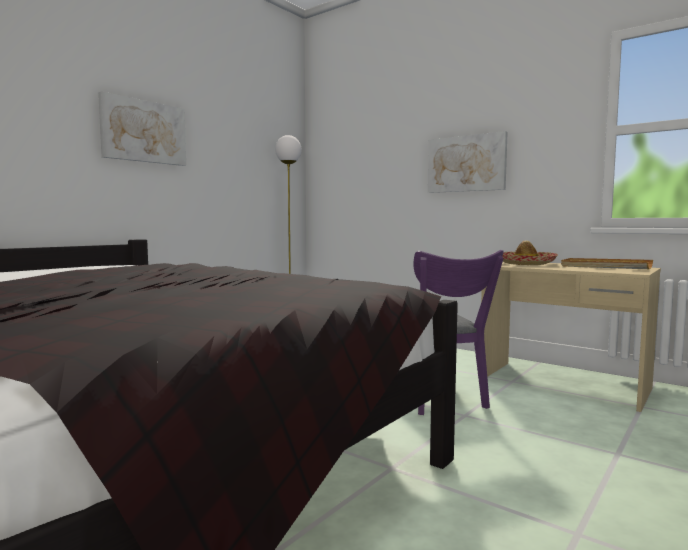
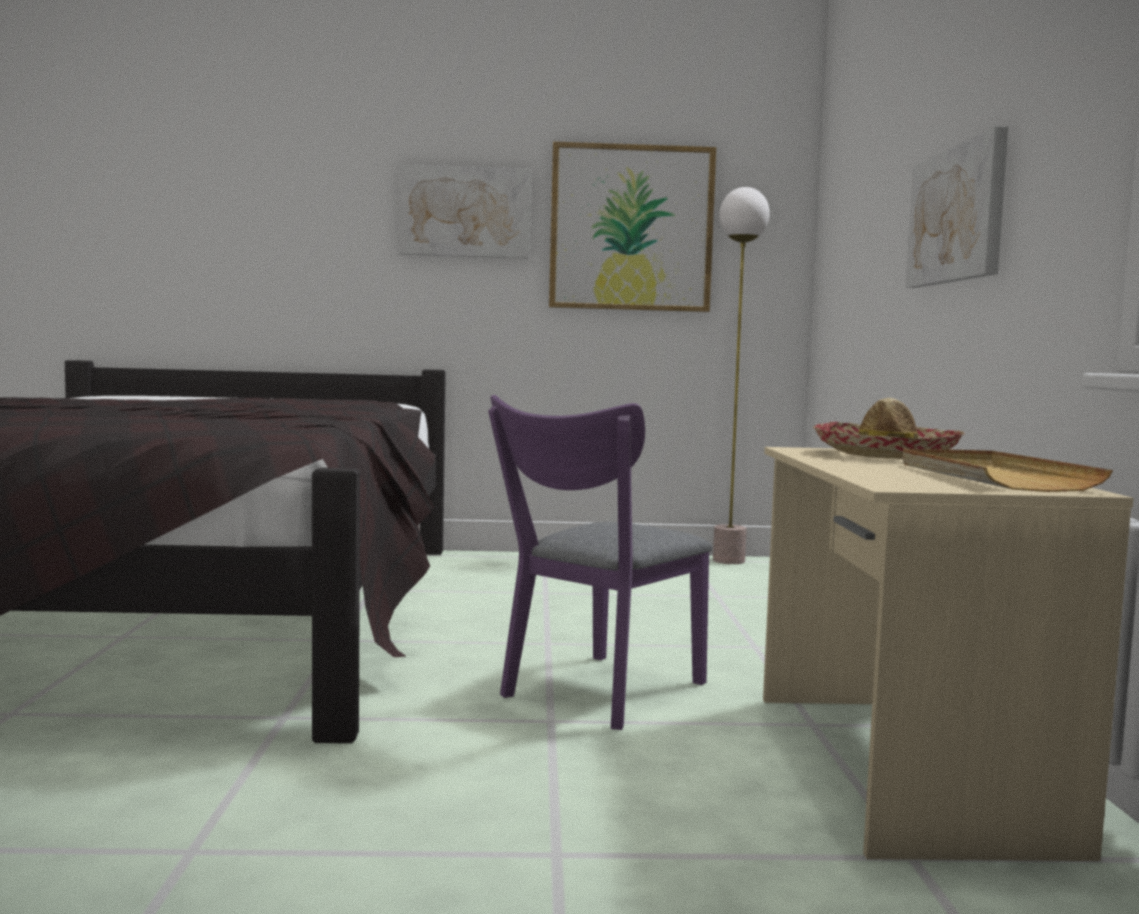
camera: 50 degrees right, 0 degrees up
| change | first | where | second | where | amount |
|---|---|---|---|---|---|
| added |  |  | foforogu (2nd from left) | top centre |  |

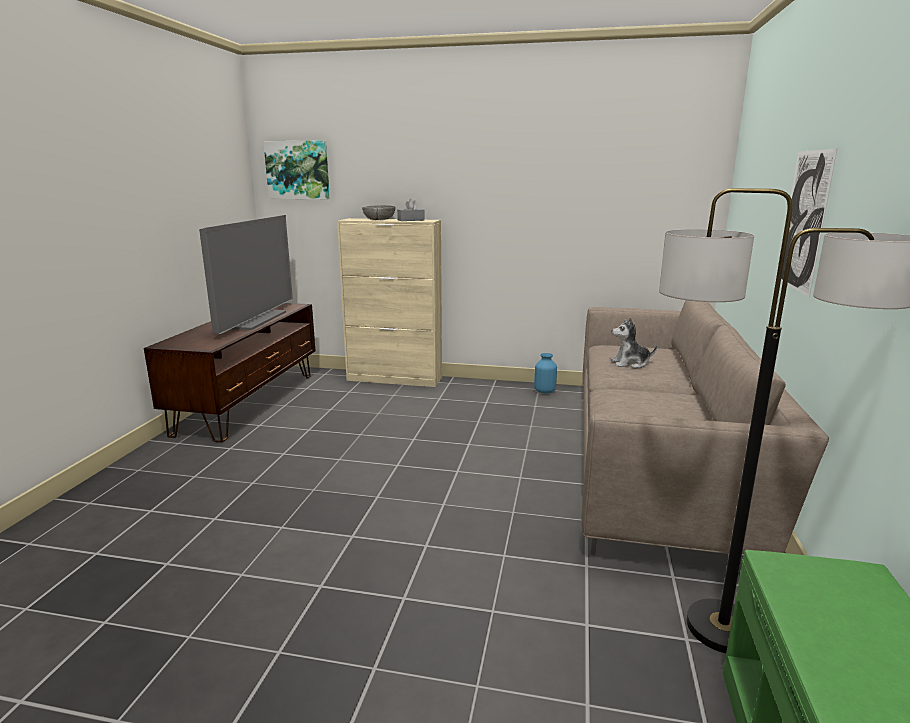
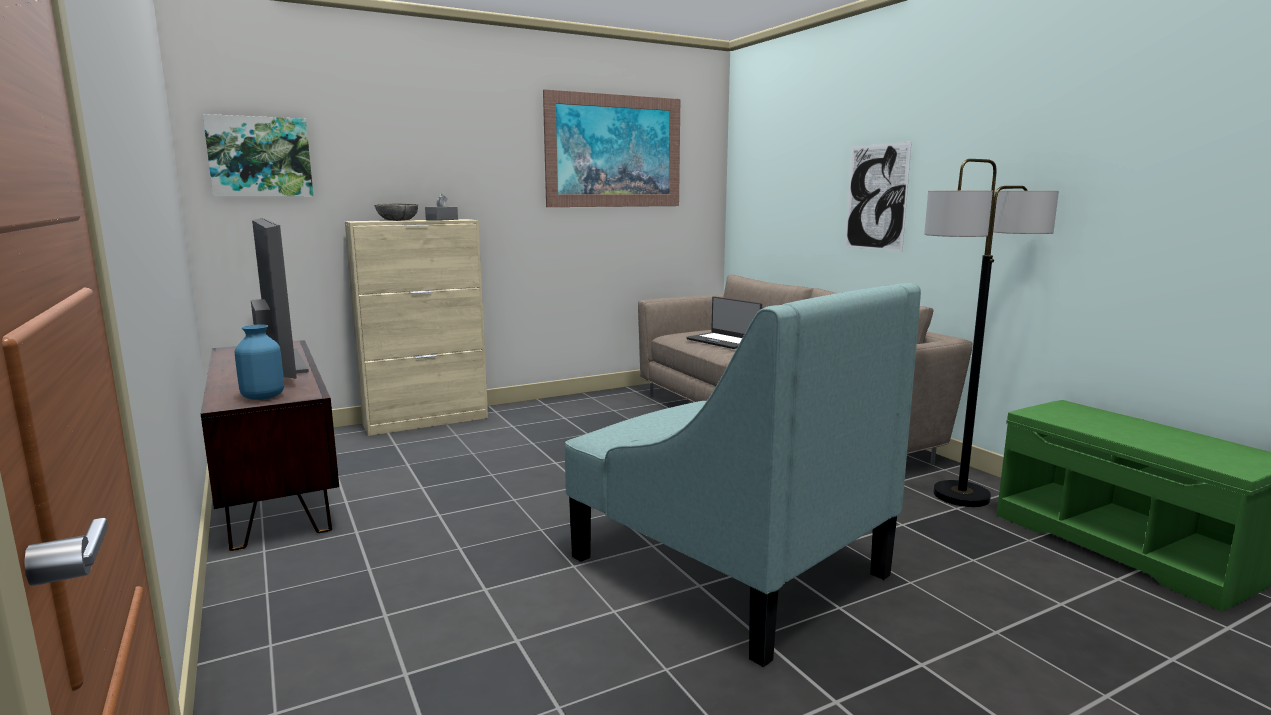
camera: 40 degrees left, 5 degrees down
| change | first | where | second | where | amount |
|---|---|---|---|---|---|
| added |  |  | foforogu (2nd from left) | top centre |  |
| added |  |  | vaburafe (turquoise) | centre |  |
| moved | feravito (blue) | centre |  | middle left |  |
| replaced | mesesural | middle right | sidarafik | centre |  |

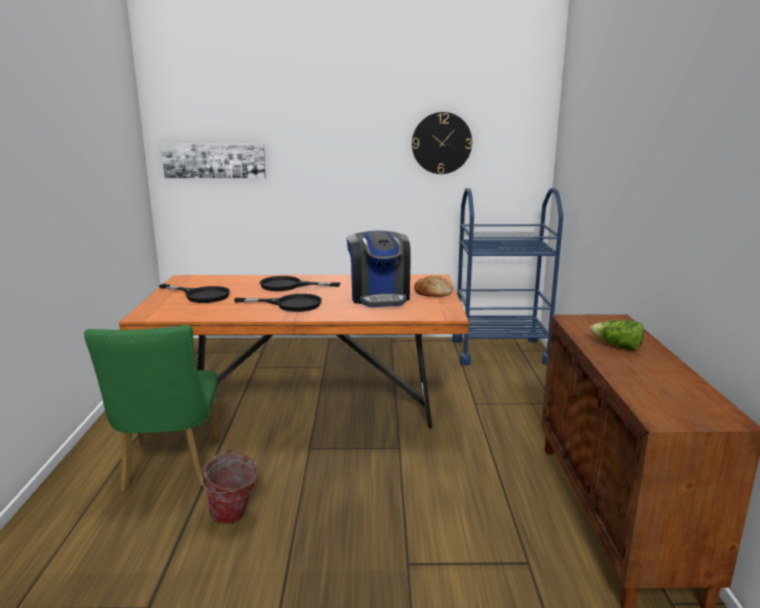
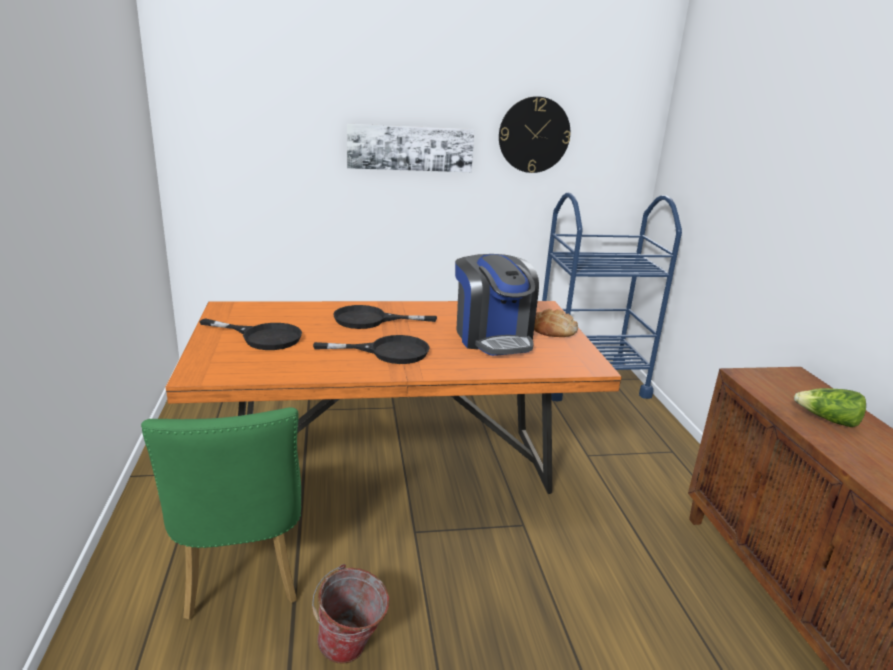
camera: 10 degrees left, 5 degrees up
| change | first | where | second | where | amount |
|---|---|---|---|---|---|
| moved | foforogu | top left |  | top centre |  |

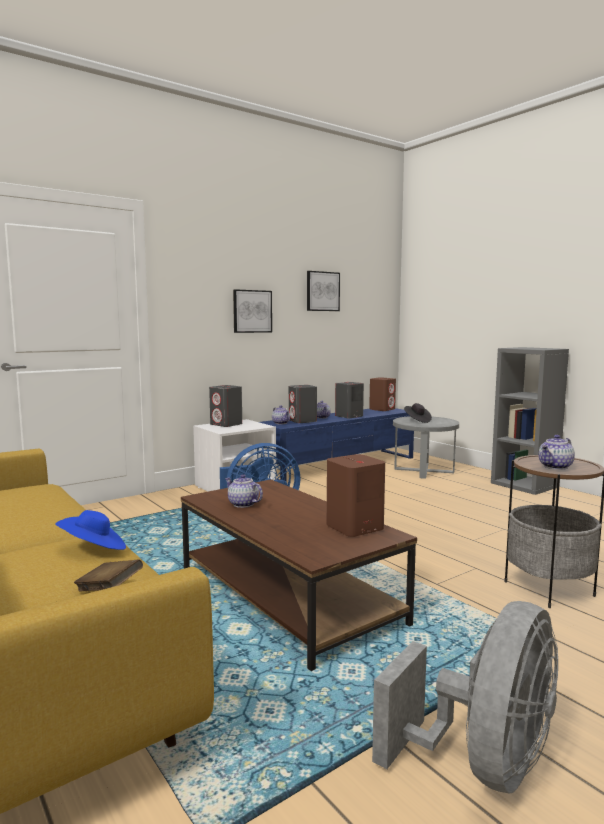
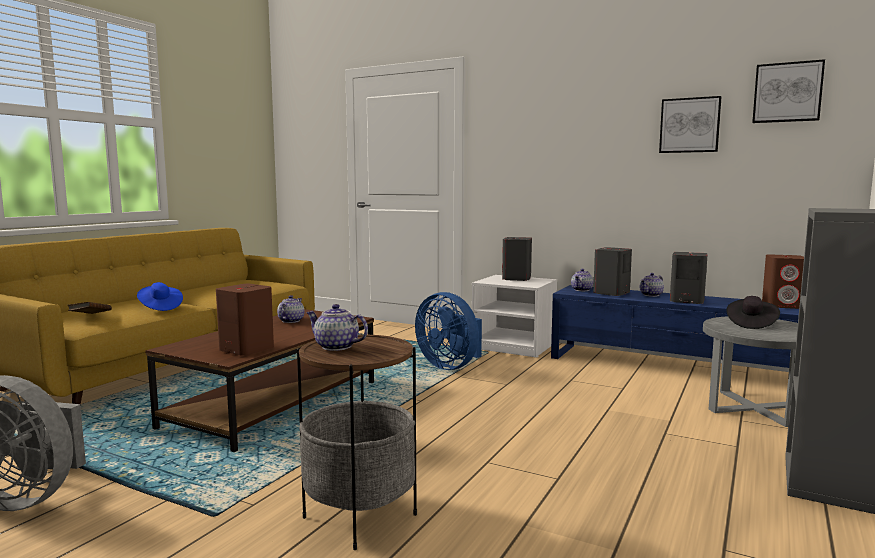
camera: 65 degrees right, 0 degrees up
| change | first | where | second | where | amount |
|---|---|---|---|---|---|
| moved | foforogu (1st from left in the first image) | centre | foforogu (2nd from left) | top right |  |

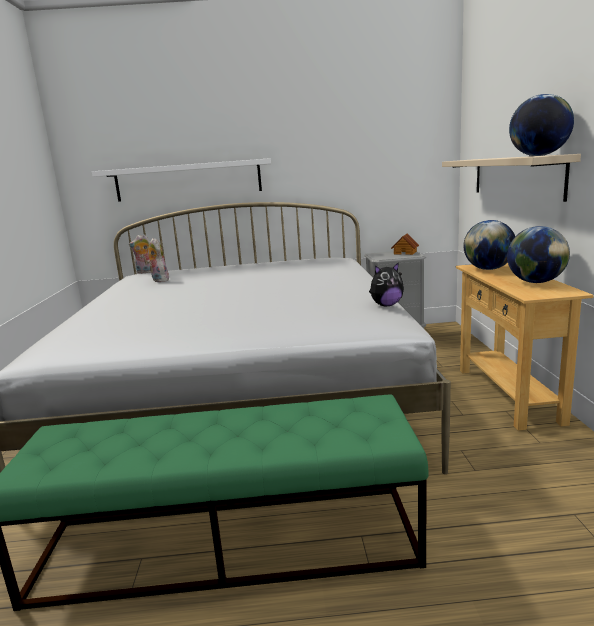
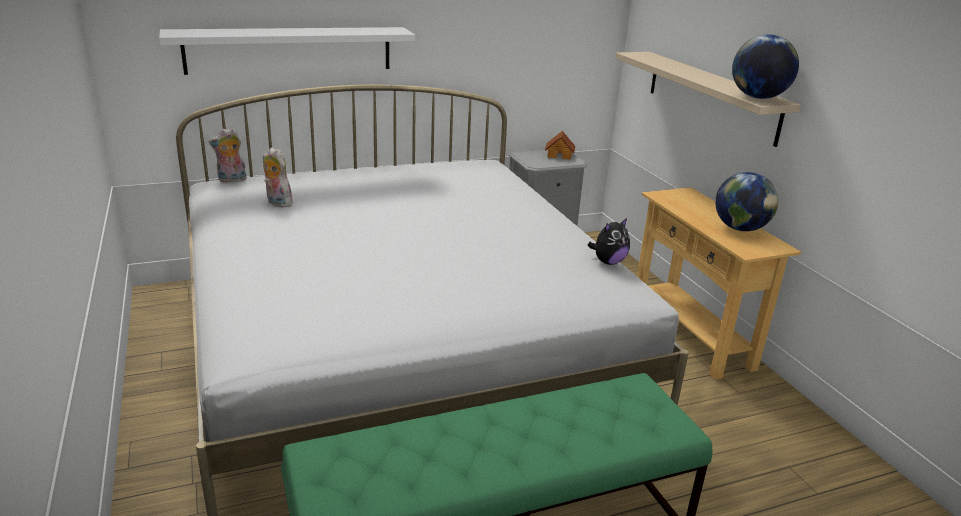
camera: 20 degrees left, 10 degrees up
| change | first | where | second | where | amount |
|---|---|---|---|---|---|
| removed | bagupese (1st from left) | middle right |  |  |  |

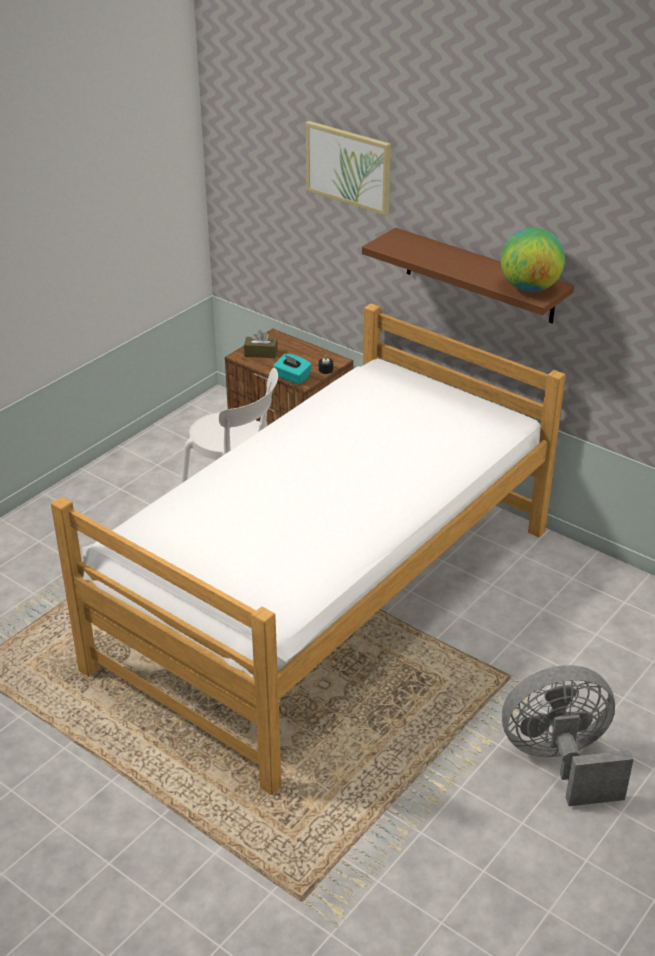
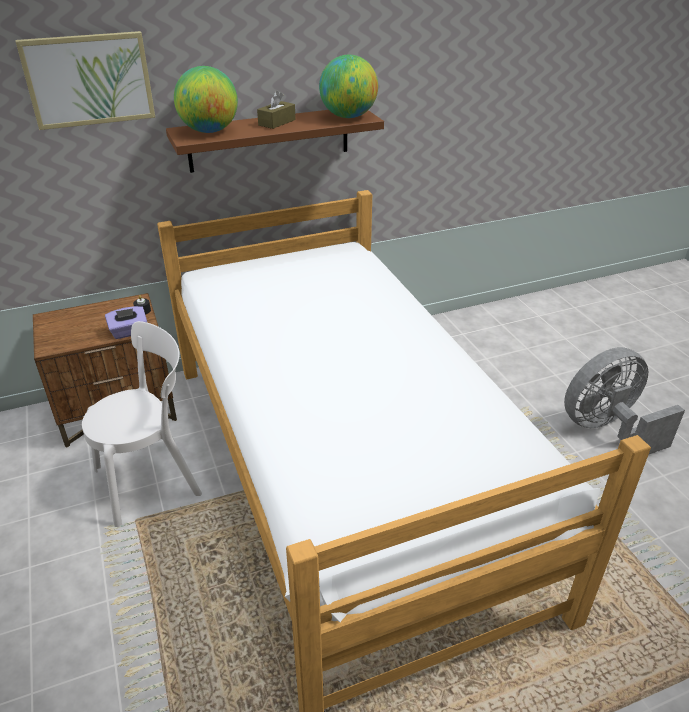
camera: 60 degrees left, 0 degrees up
| change | first | where | second | where | amount |
|---|---|---|---|---|---|
| added |  |  | bagupese (1st from left) | top left |  |
| moved | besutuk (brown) | centre |  | top centre |  |
| recoloured | besutuk (turquoise) | centre | besutuk (purple) | middle left |  |
| turned | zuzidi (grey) | bottom right |  | middle right | 45 degrees clockwise |

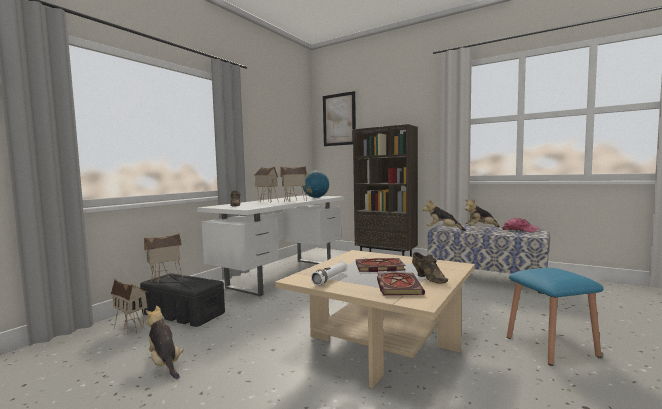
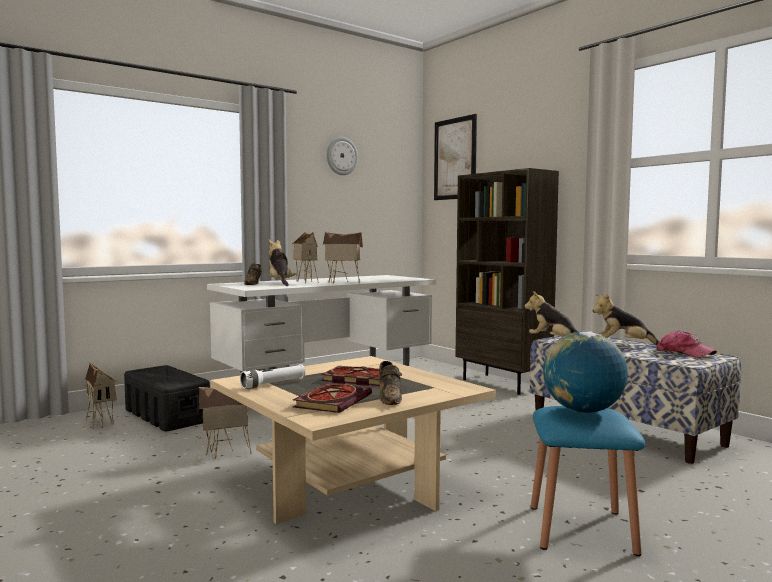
camera: 20 degrees right, 0 degrees up
| change | first | where | second | where | amount |
|---|---|---|---|---|---|
| added |  |  | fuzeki | top centre |  |
| moved | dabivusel (2nd from left) | middle left |  | bottom left |  |
| moved | mesesural (1st from left) | bottom left |  | centre |  |
| moved | bagupese | centre |  | middle right |  |

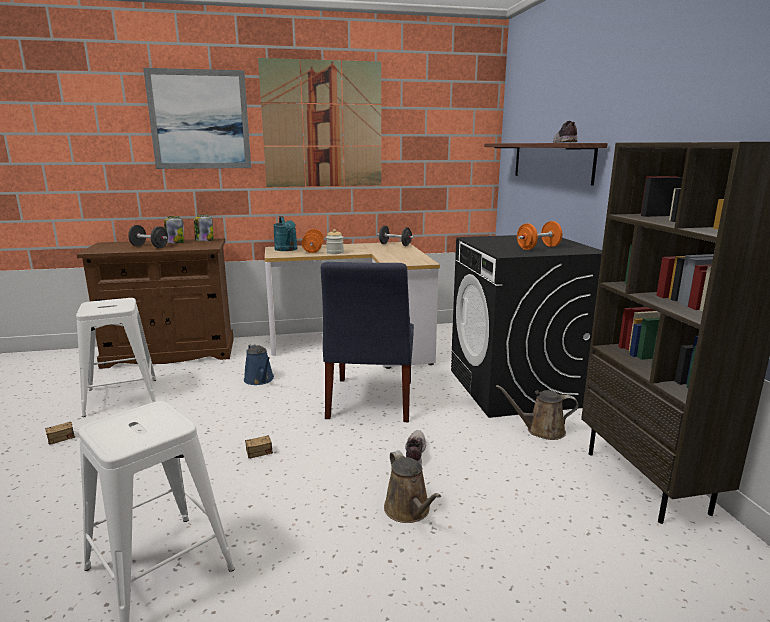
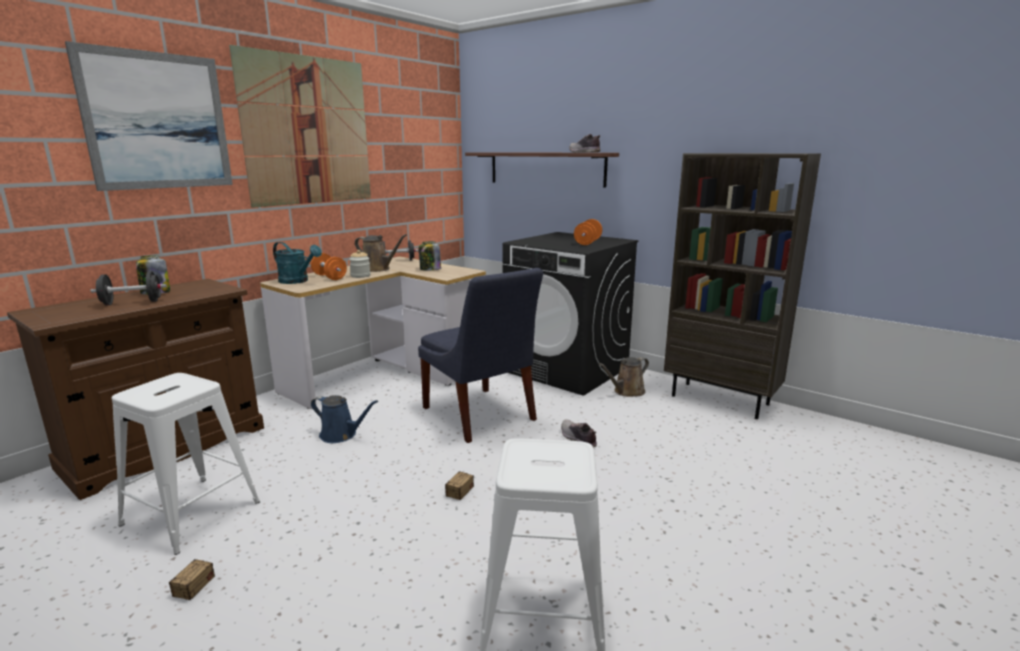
camera: 40 degrees left, 0 degrees up
| change | first | where | second | where | amount |
|---|---|---|---|---|---|
| moved | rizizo (2nd from left in the first image) | middle left | rizizo (3rd from left) | centre |  |
| moved | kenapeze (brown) (1st from left) | bottom centre |  | centre |  |

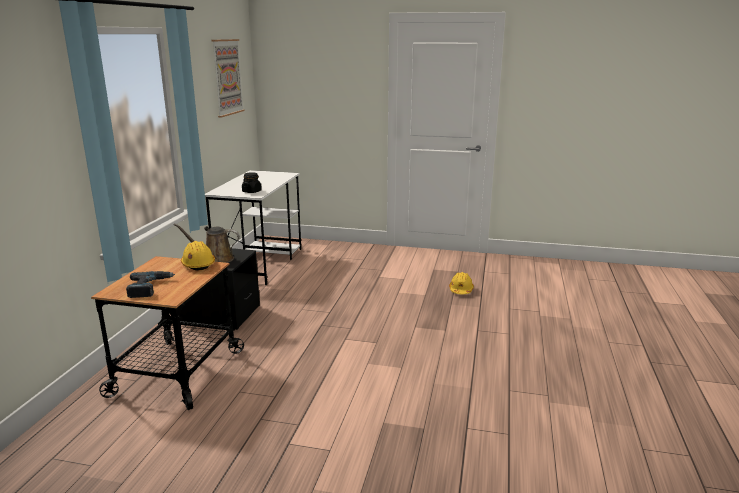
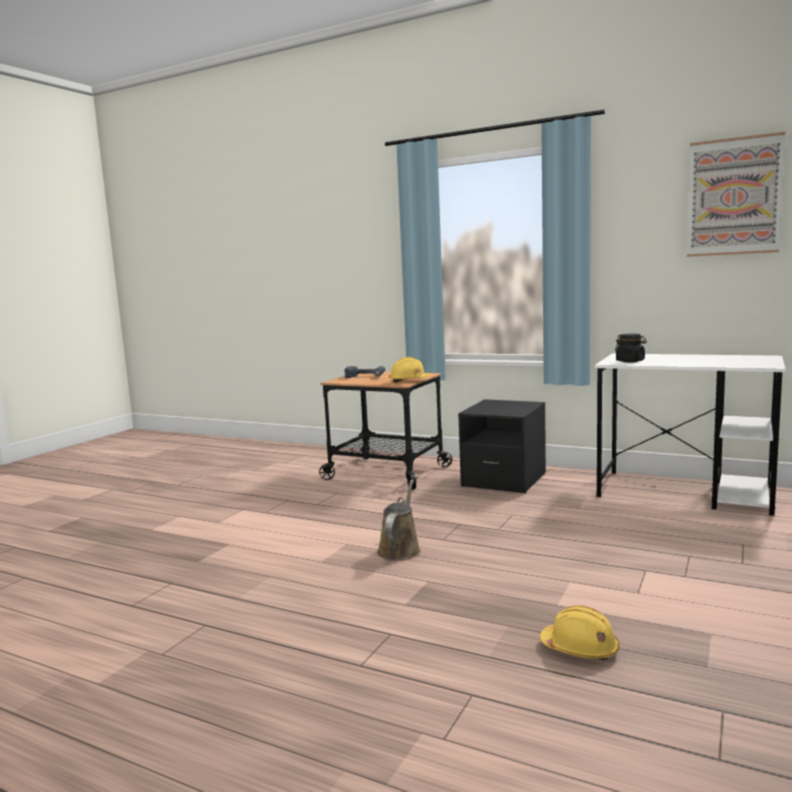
camera: 105 degrees right, 10 degrees down
| change | first | where | second | where | amount |
|---|---|---|---|---|---|
| moved | kenapeze (brown) | middle left |  | centre |  |

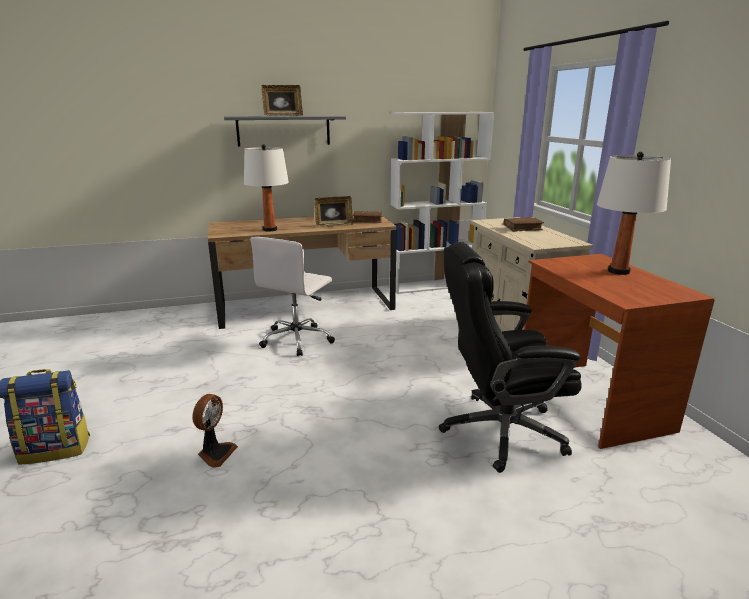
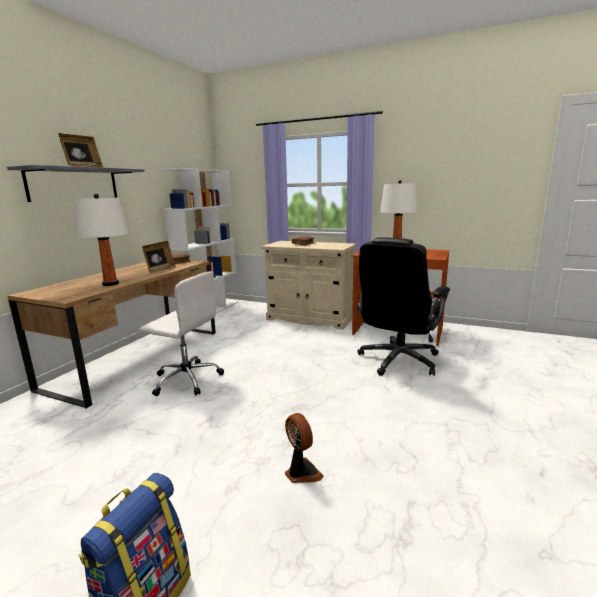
camera: 50 degrees left, 5 degrees down
| change | first | where | second | where | amount |
|---|---|---|---|---|---|
| turned | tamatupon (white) | centre |  | middle left | 45 degrees counterclockwise |

